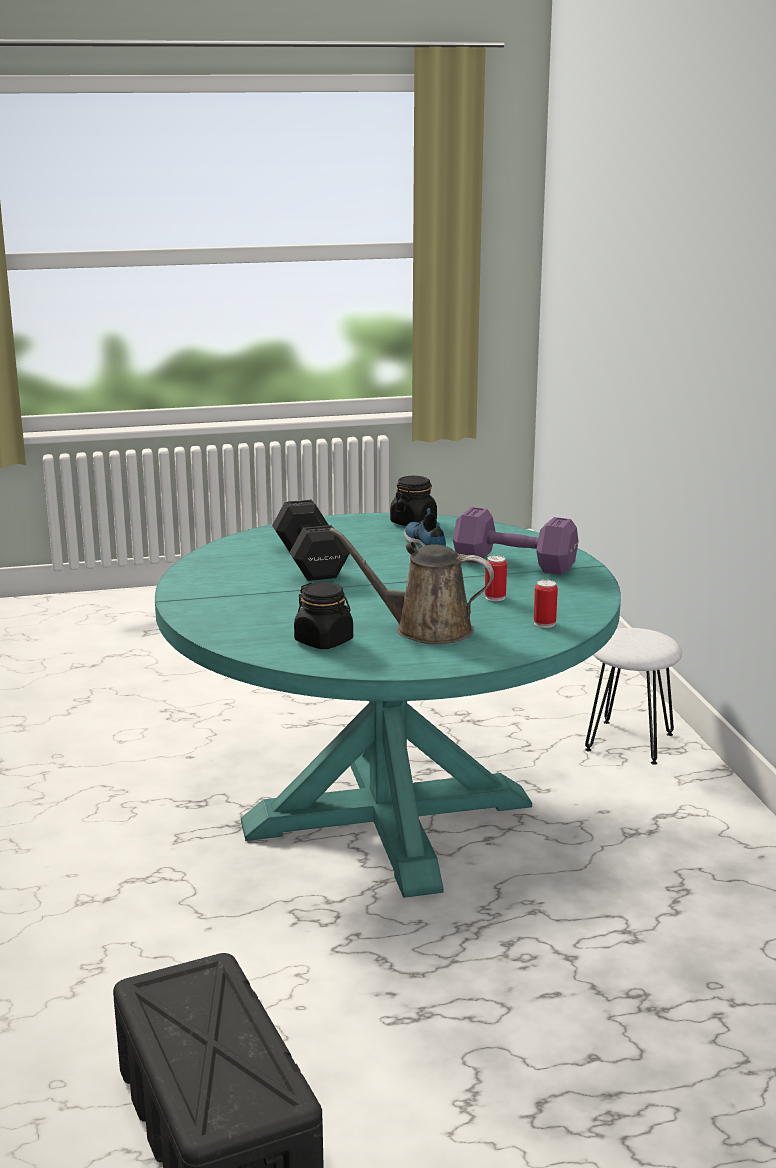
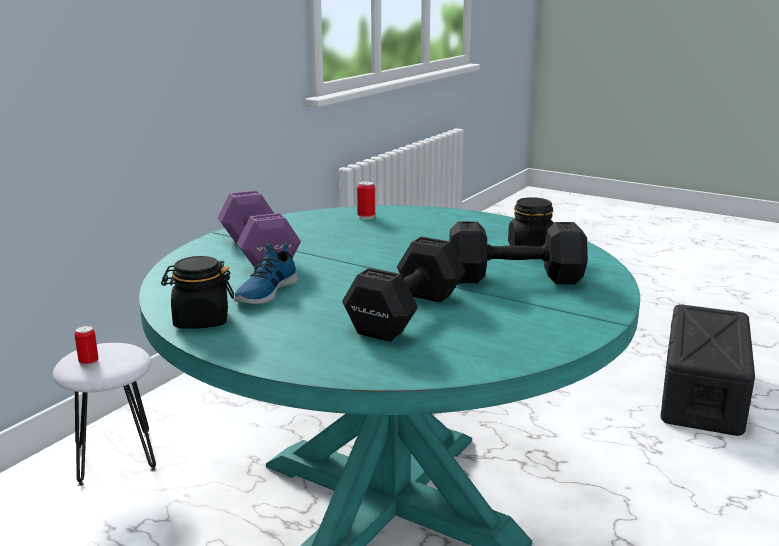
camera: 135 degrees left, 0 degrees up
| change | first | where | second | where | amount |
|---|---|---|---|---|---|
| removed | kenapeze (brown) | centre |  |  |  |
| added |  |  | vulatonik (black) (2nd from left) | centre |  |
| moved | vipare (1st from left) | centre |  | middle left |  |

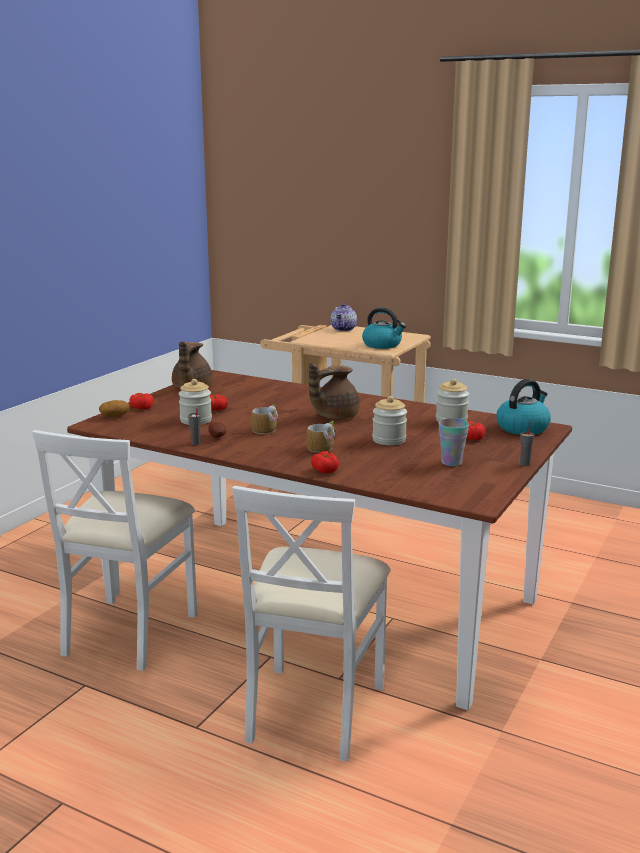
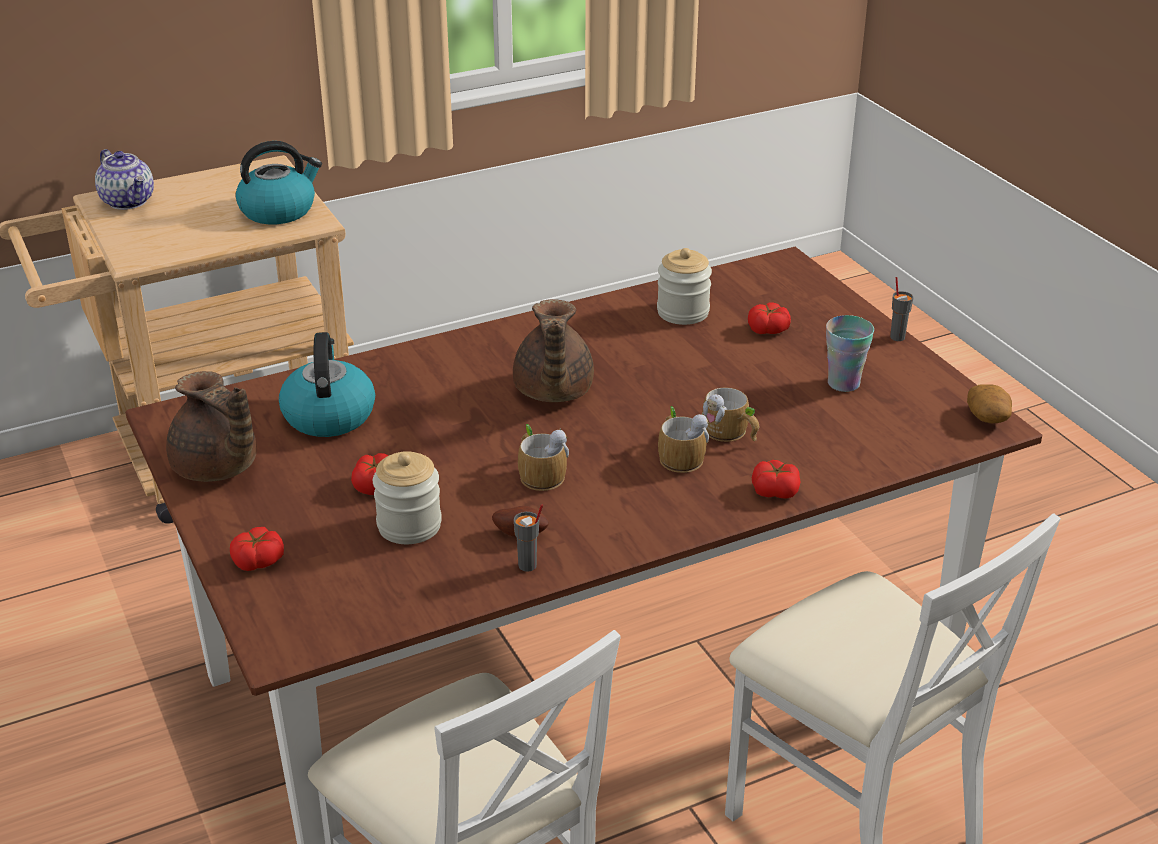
camera: 55 degrees left, 15 degrees up
| change | first | where | second | where | amount |
|---|---|---|---|---|---|
| removed | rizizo (2nd from left) | centre |  |  |  |
| added |  |  | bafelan (3rd from left) | centre |  |
| moved | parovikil (1st from left in the first image) | middle left | parovikil (2nd from left) | middle right |  |
| moved | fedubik (2nd from left) | middle right |  | middle left |  |

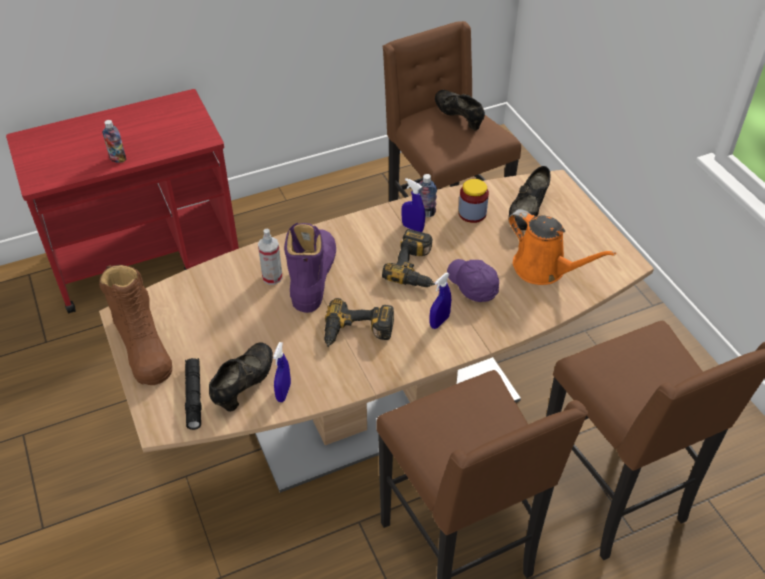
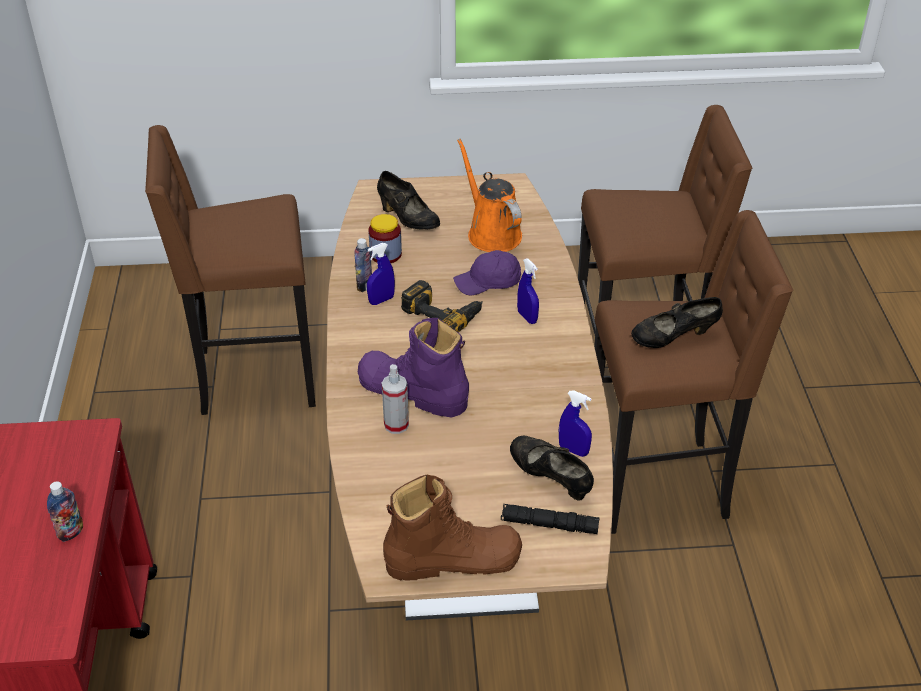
camera: 70 degrees left, 5 degrees down
| change | first | where | second | where | amount |
|---|---|---|---|---|---|
| removed | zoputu (1st from left) | centre |  |  |  |
| moved | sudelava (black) (2nd from left in the first image) | top centre | sudelava (black) (3rd from left) | middle right |  |
| turned | kenapeze (orange) | middle right |  | top centre | 90 degrees counterclockwise |

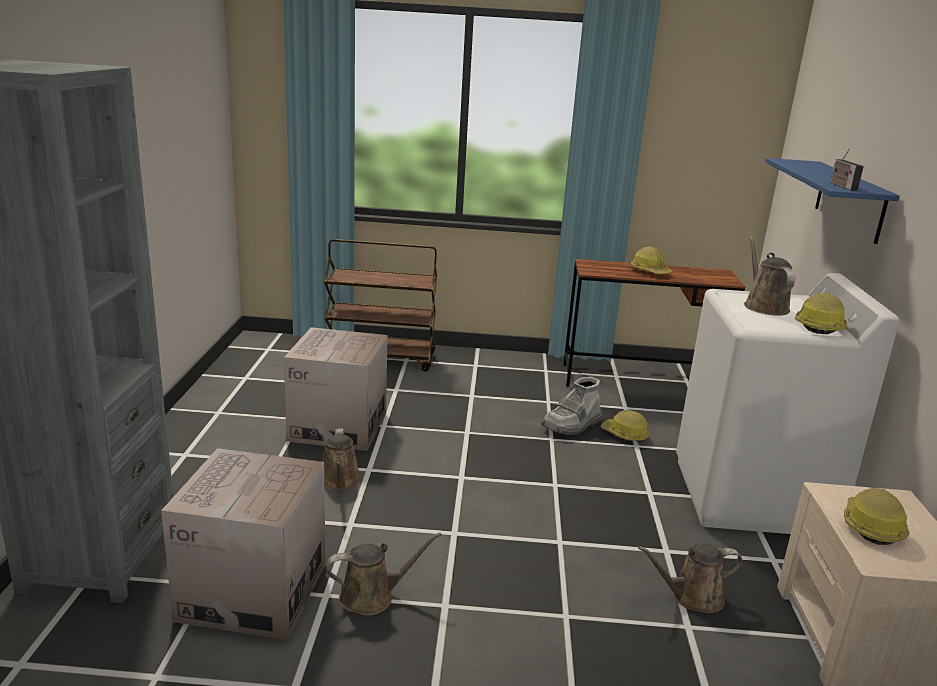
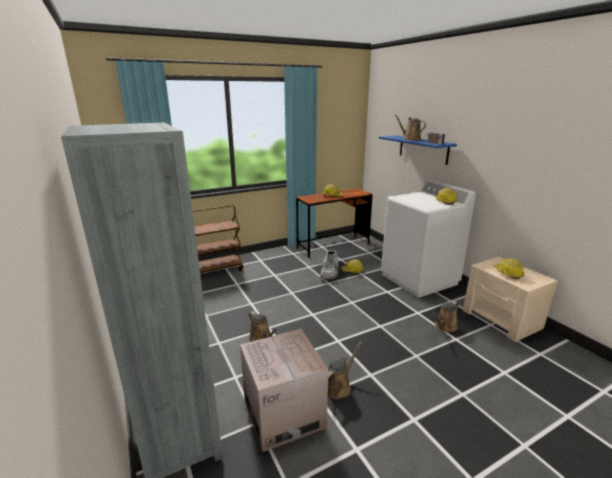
camera: 30 degrees left, 0 degrees up
| change | first | where | second | where | amount |
|---|---|---|---|---|---|
| removed | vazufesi (2nd from left) | centre |  |  |  |
| moved | kenapeze (brown) (4th from left in the first image) | middle right | kenapeze (brown) (3rd from left) | top right |  |

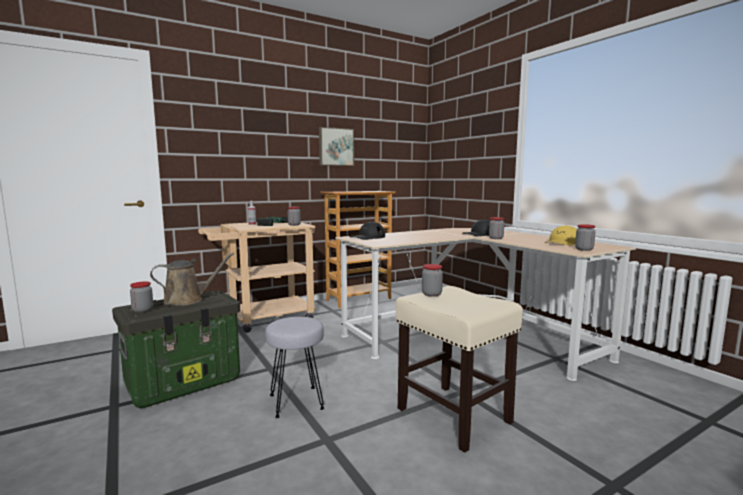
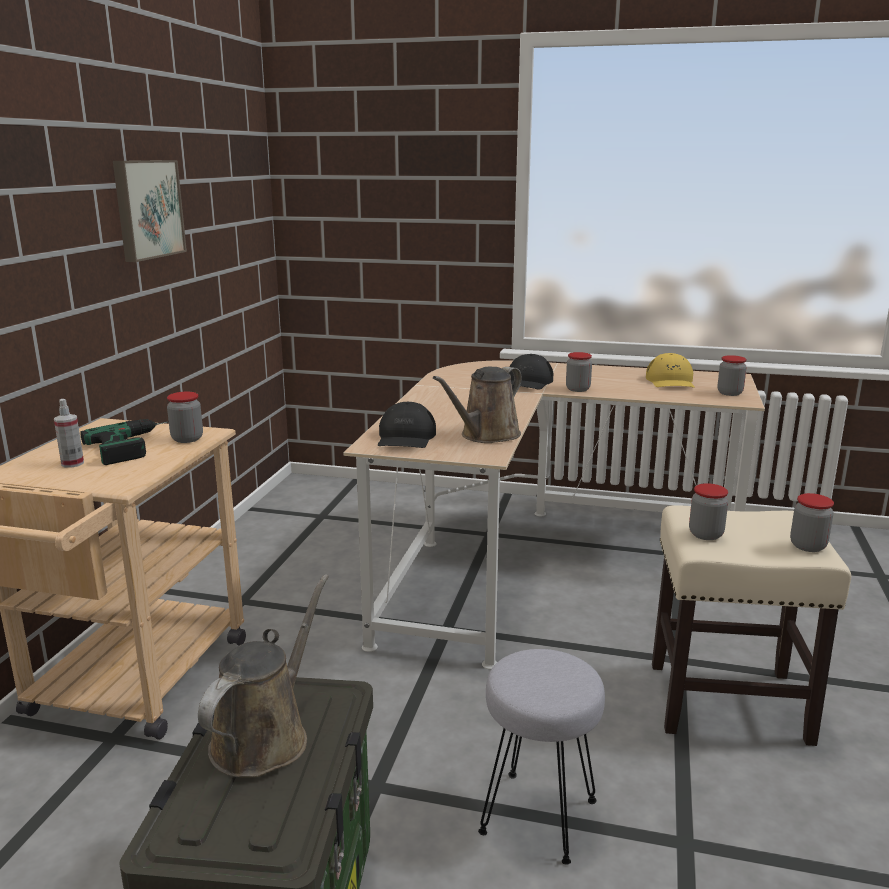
camera: 45 degrees left, 10 degrees up
| change | first | where | second | where | amount |
|---|---|---|---|---|---|
| removed | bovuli | centre |  |  |  |
| added |  |  | kenapeze (brown) (2nd from left) | centre |  |
| moved | rizizo (1st from left in the first image) | middle left | rizizo (5th from left) | middle right |  |

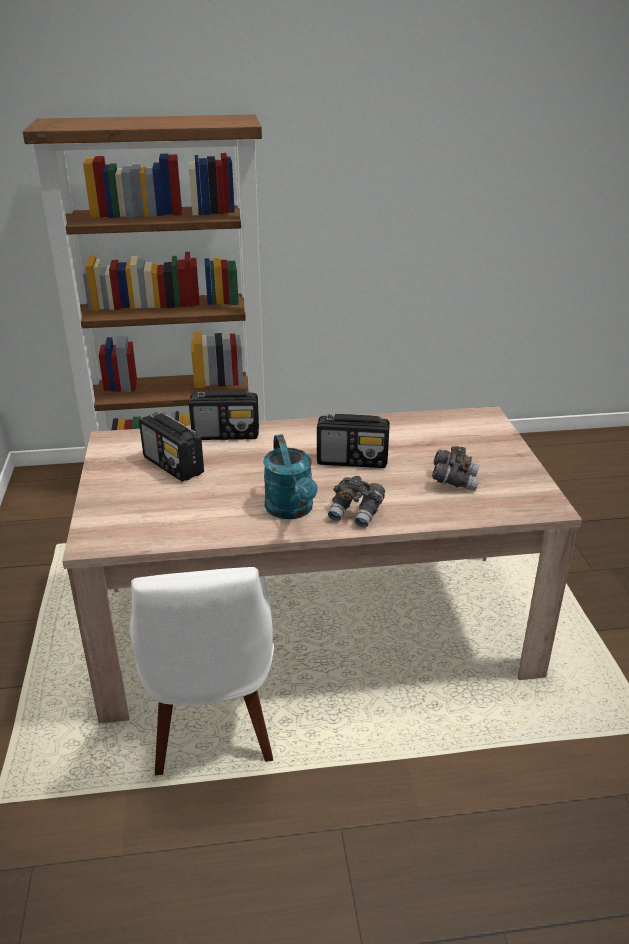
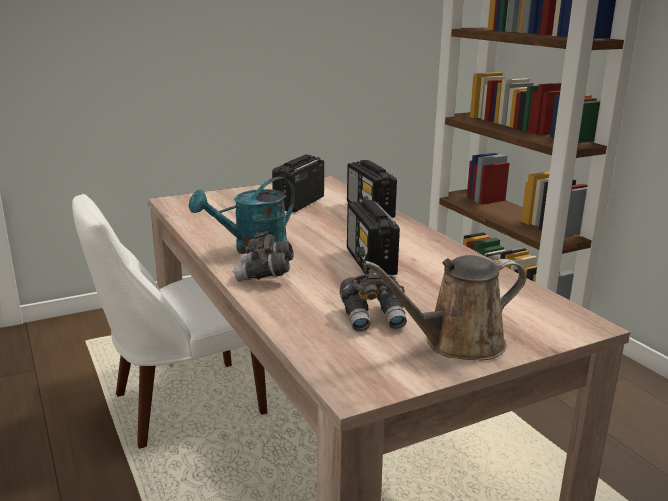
camera: 70 degrees right, 10 degrees down
| change | first | where | second | where | amount |
|---|---|---|---|---|---|
| added |  |  | kenapeze (brown) | centre |  |

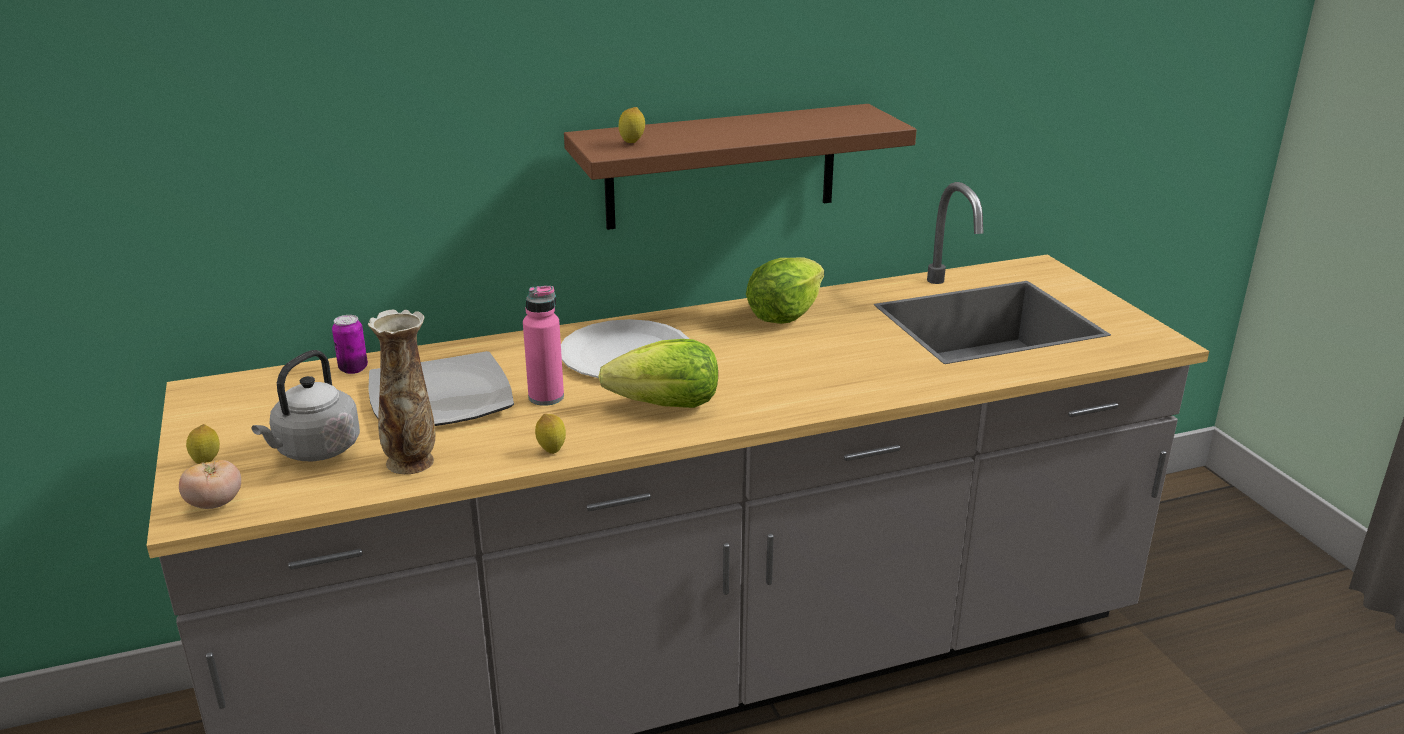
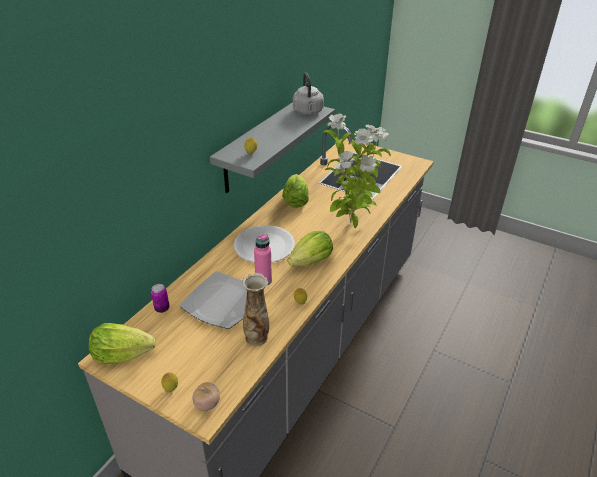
camera: 40 degrees left, 10 degrees up
| change | first | where | second | where | amount |
|---|---|---|---|---|---|
| added |  |  | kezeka (1st from left) | bottom left |  |
| added |  |  | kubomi | centre |  |
| moved | fedubik (grey) | middle left |  | top centre |  |
| recoloured | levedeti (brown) | top centre | levedeti (grey) | top centre |  |

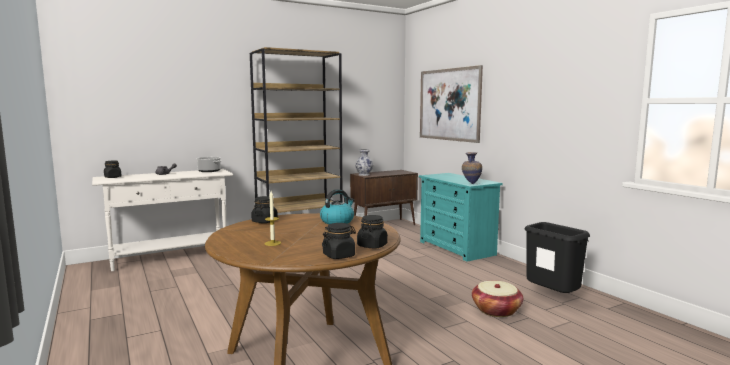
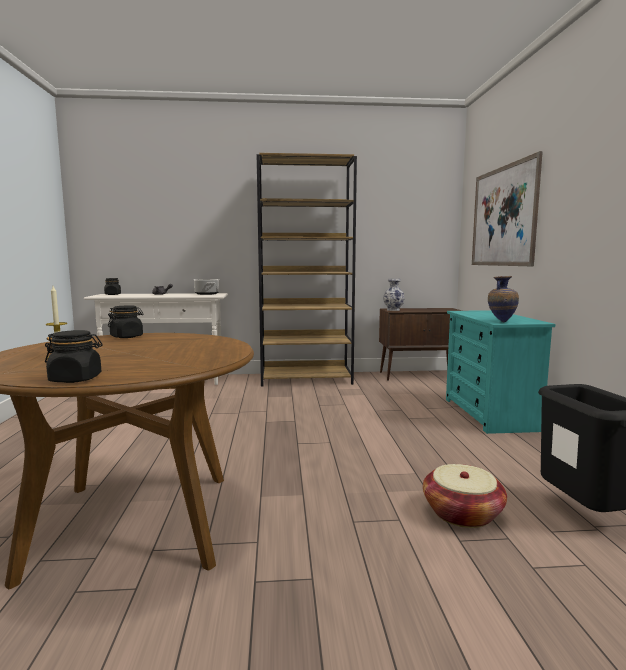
camera: 25 degrees right, 0 degrees up
| change | first | where | second | where | amount |
|---|---|---|---|---|---|
| removed | fedubik | centre |  |  |  |
| removed | rizizo (black) (4th from left) | centre |  |  |  |

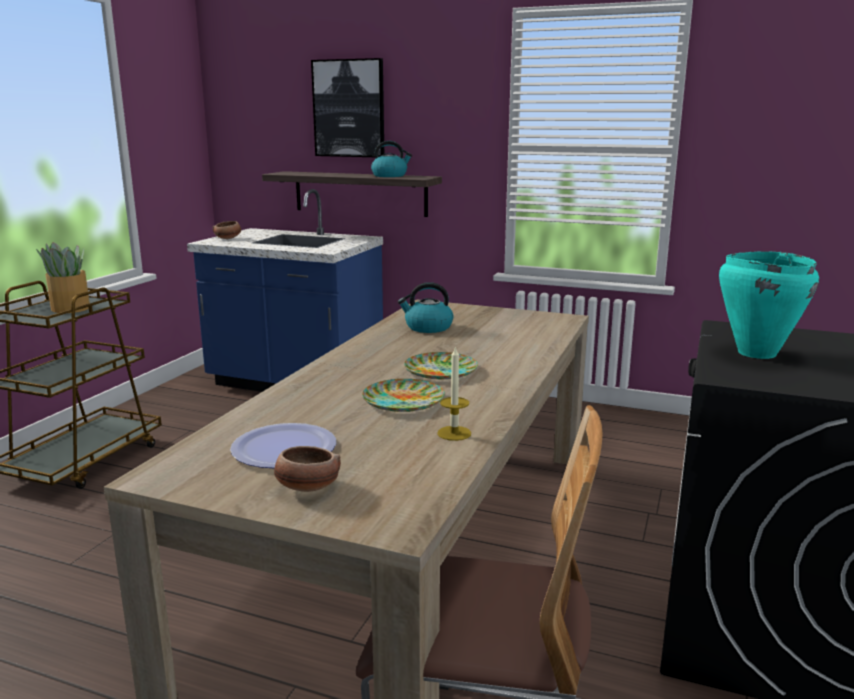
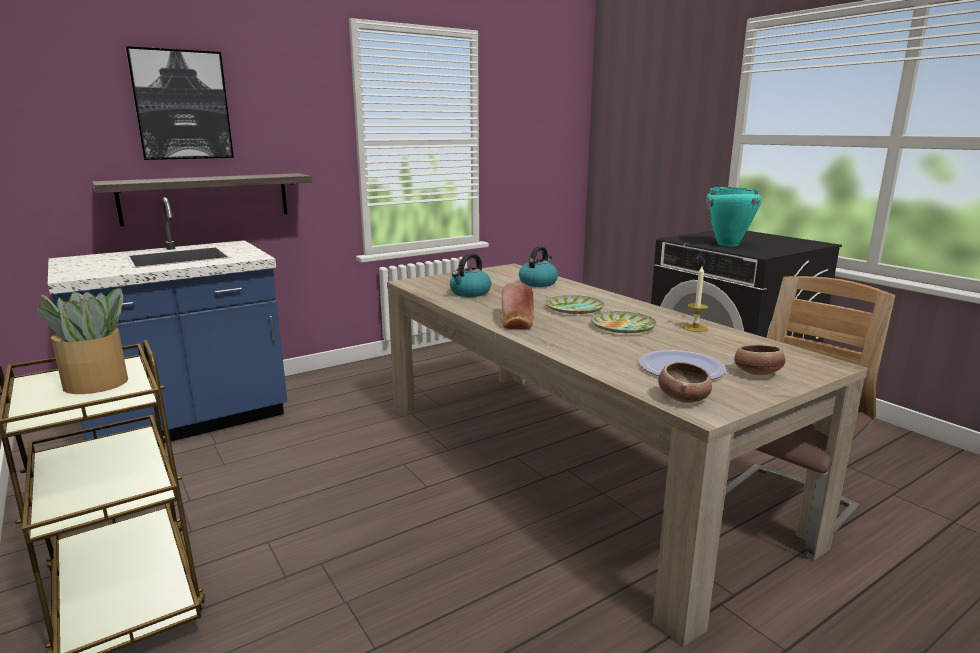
camera: 55 degrees left, 0 degrees up
| change | first | where | second | where | amount |
|---|---|---|---|---|---|
| added |  |  | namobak | centre |  |
| moved | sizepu (1st from left) | top left |  | middle right |  |
| moved | fedubik (1st from left in the first image) | top centre | fedubik (2nd from left) | centre |  |

